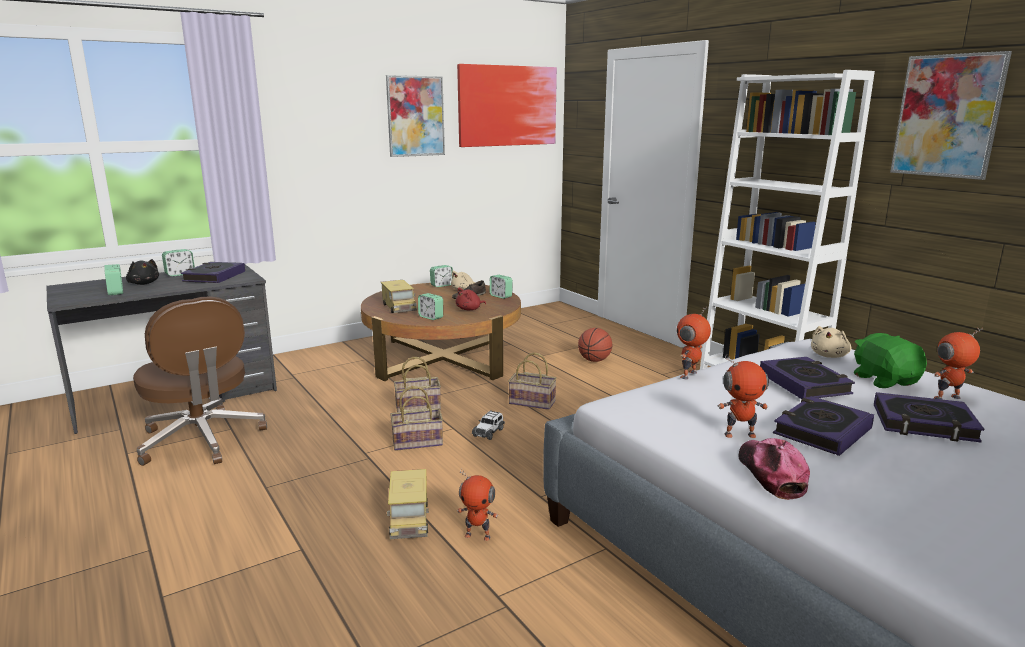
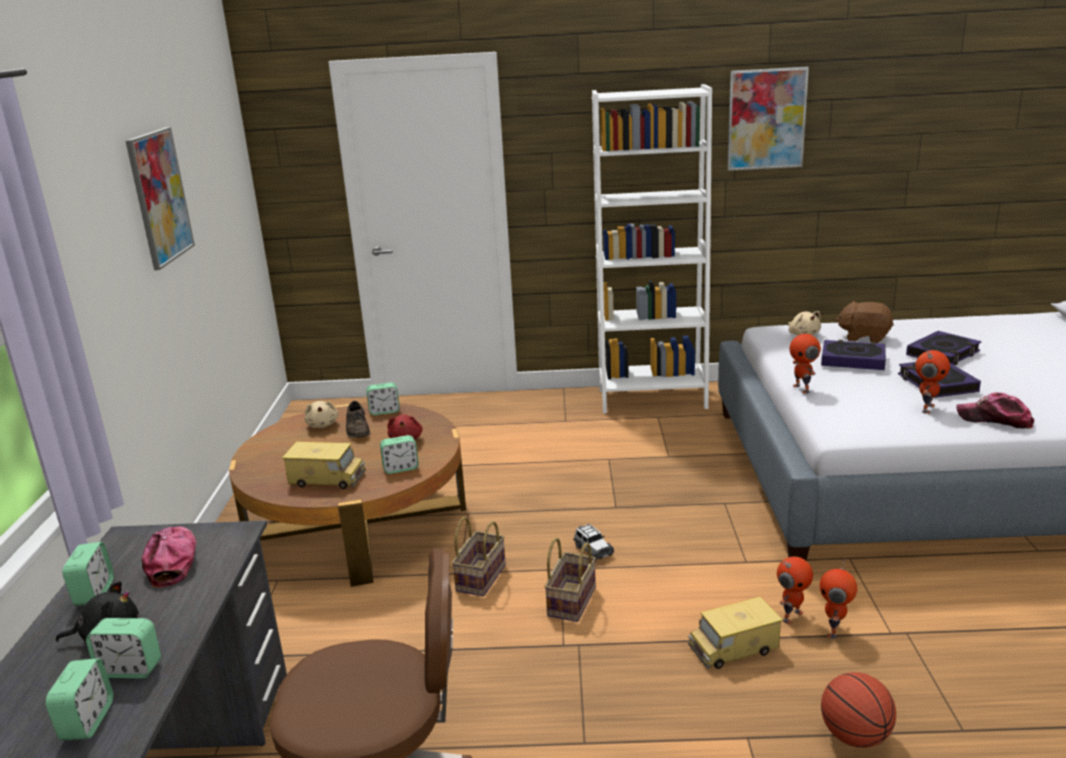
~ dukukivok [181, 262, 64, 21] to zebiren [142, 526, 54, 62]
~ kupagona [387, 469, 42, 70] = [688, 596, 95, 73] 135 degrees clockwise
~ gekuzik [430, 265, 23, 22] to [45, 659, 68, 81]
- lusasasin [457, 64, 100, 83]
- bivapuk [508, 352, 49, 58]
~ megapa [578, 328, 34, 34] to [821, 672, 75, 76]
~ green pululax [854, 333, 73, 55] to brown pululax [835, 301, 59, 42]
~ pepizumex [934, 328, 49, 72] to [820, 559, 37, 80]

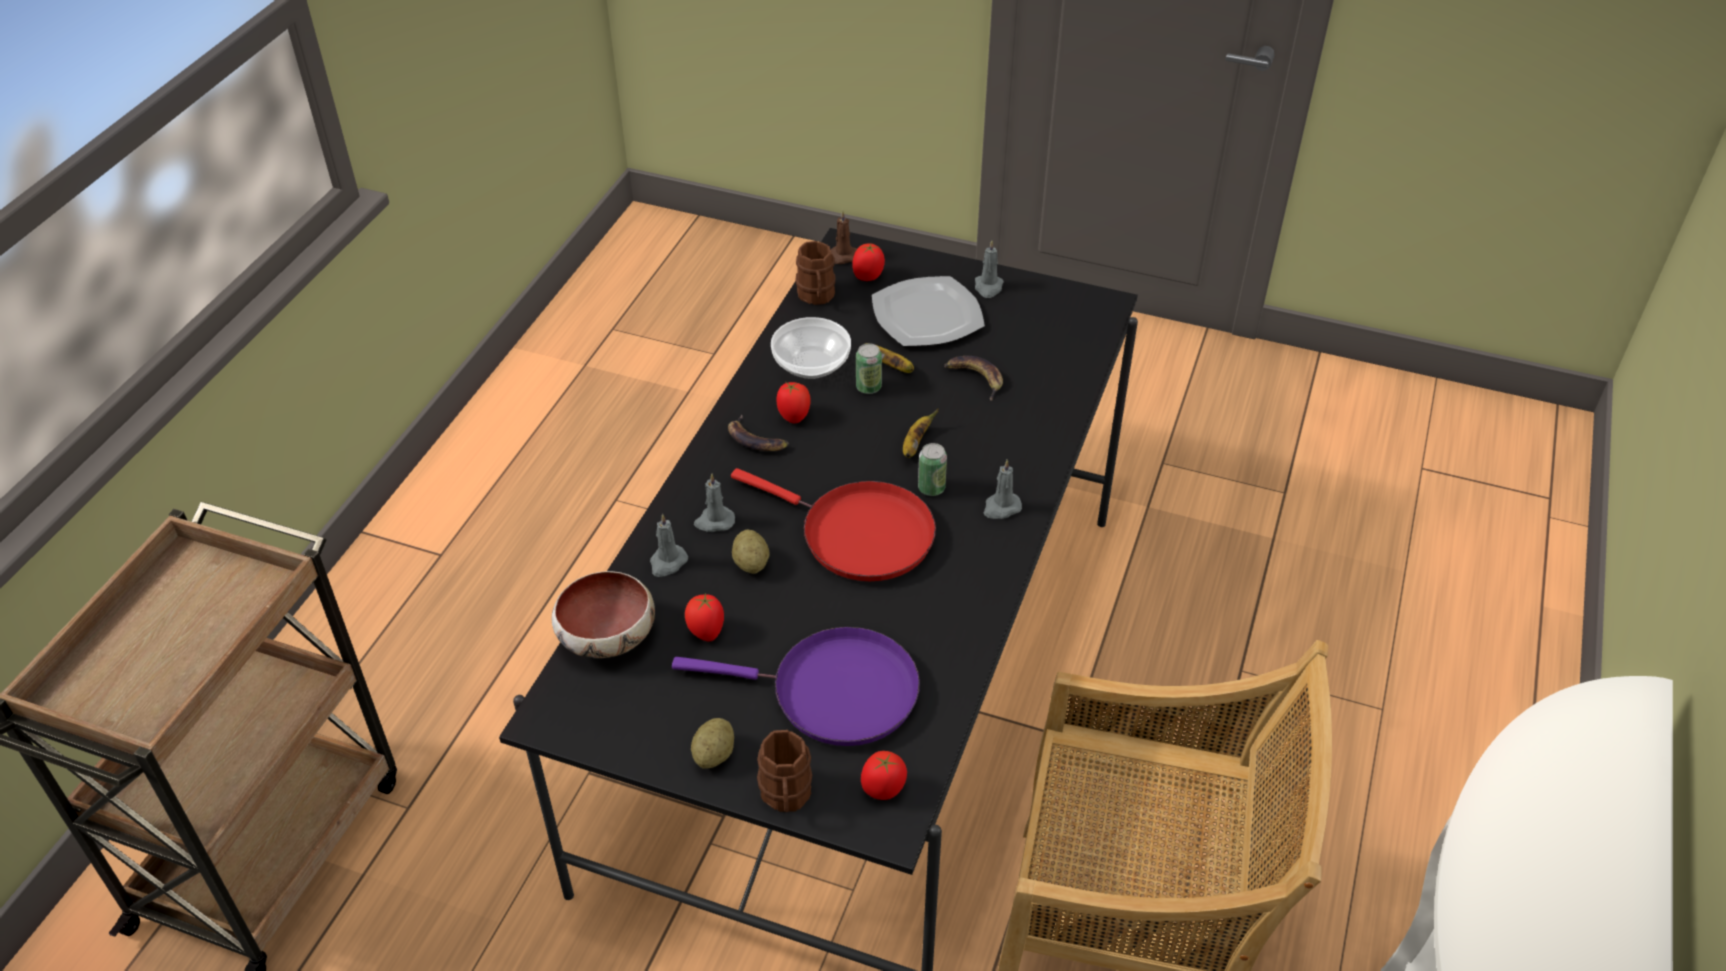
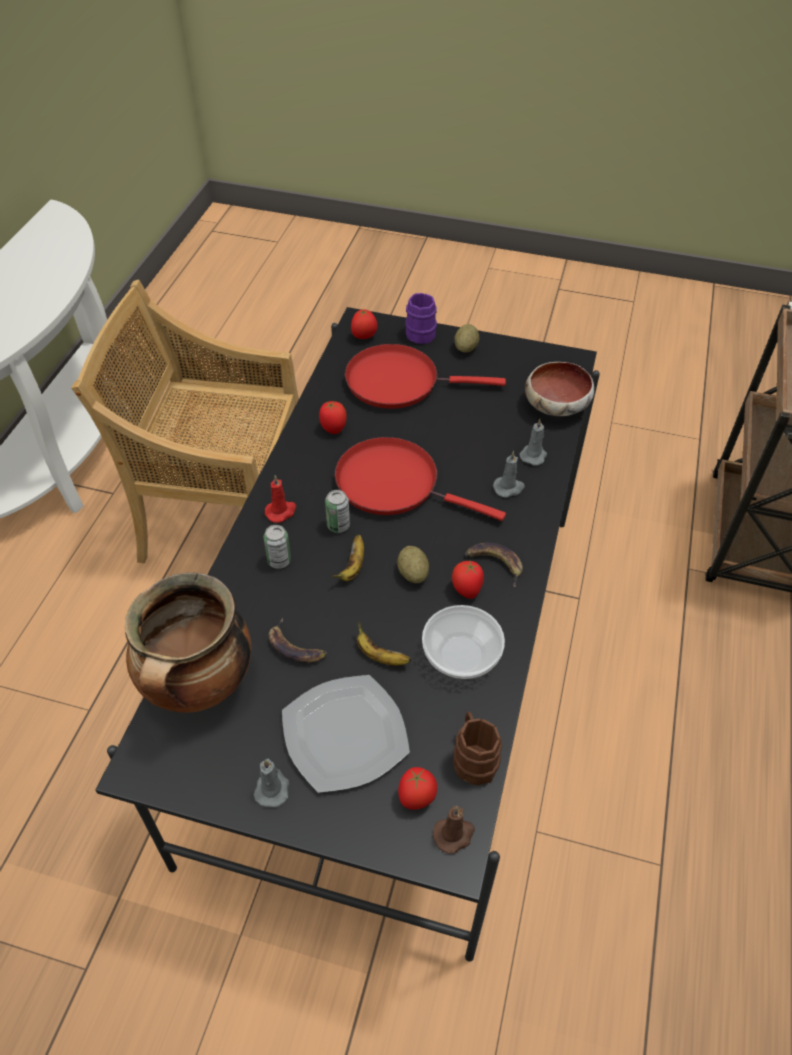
~ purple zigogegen [672, 627, 248, 119] to red zigogegen [345, 344, 161, 64]
~ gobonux [685, 593, 39, 49] to [319, 401, 28, 33]
~ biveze [732, 530, 37, 44] to [398, 546, 31, 37]
~ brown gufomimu [757, 730, 55, 82] to purple gufomimu [405, 293, 32, 51]
~ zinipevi [856, 343, 26, 51] to [264, 525, 27, 44]
~ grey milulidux [984, 459, 38, 60] to red milulidux [265, 475, 31, 48]
+ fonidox [125, 573, 127, 140]

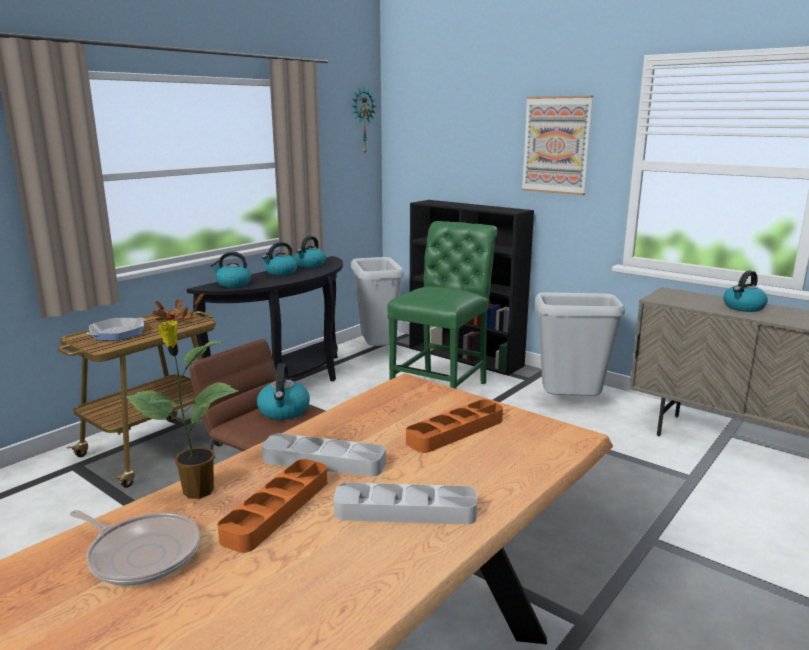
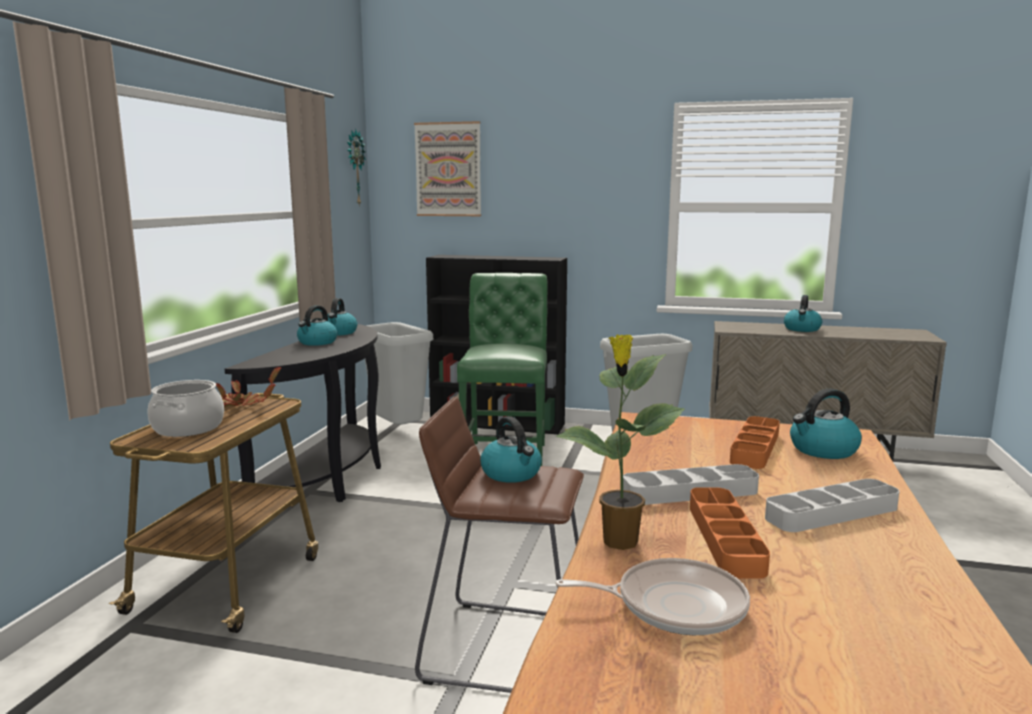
~ zigogegen [86, 318, 59, 23] to fonidox [148, 380, 76, 57]
~ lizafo [210, 252, 41, 35] to [790, 389, 72, 70]
~ lusasasin [521, 96, 72, 99] to [414, 121, 67, 95]

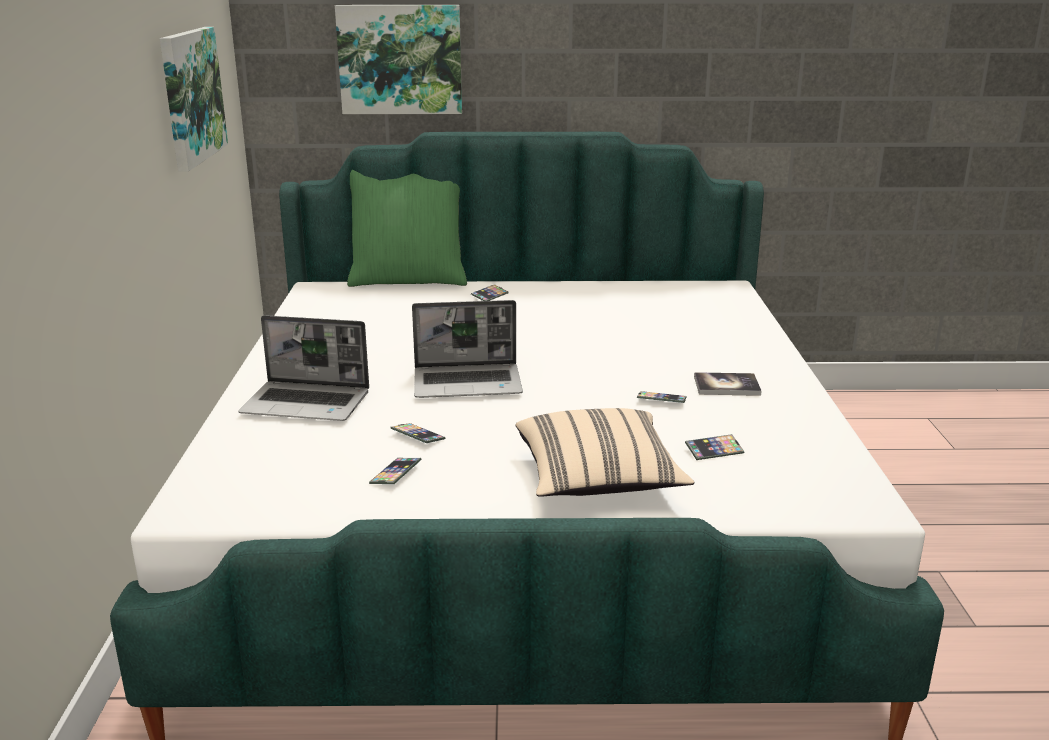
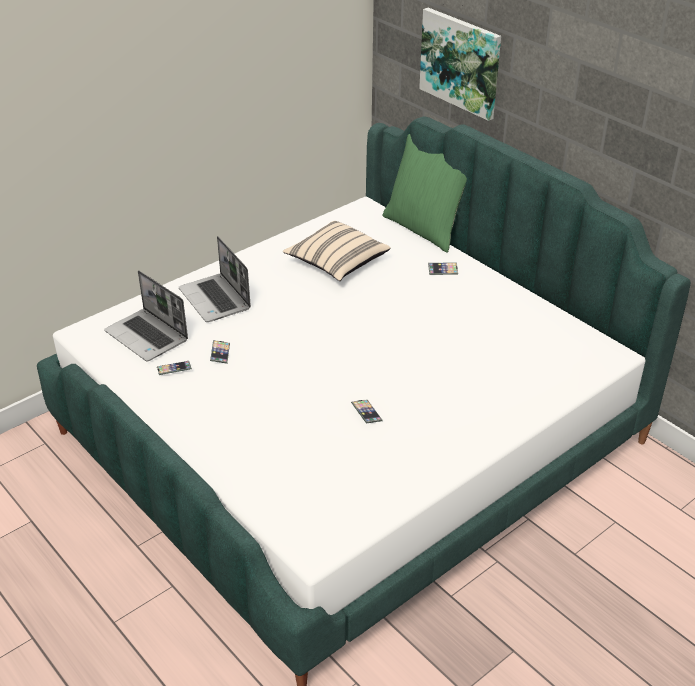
- lusasasin [160, 27, 68, 145]
~ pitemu [412, 300, 111, 98] to [104, 270, 84, 91]
~ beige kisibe [515, 408, 179, 89] to [283, 221, 108, 60]
- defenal [685, 434, 60, 26]
- dukukivok [694, 372, 68, 24]

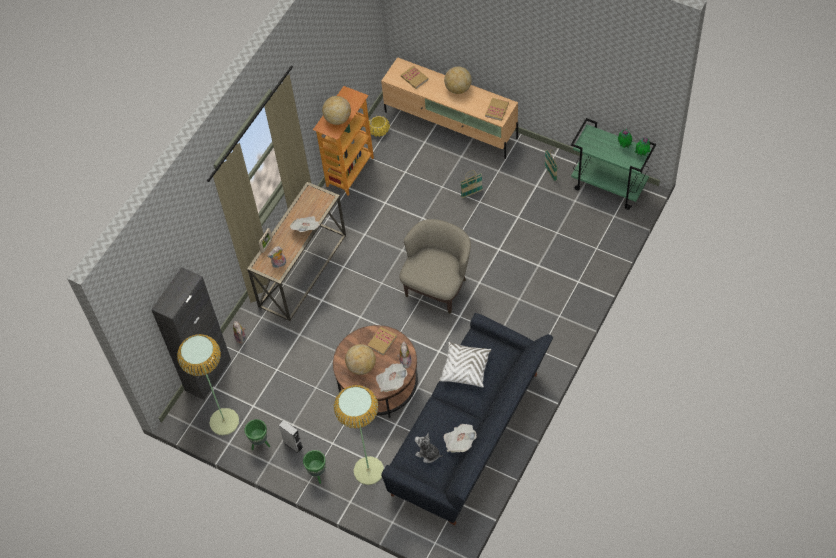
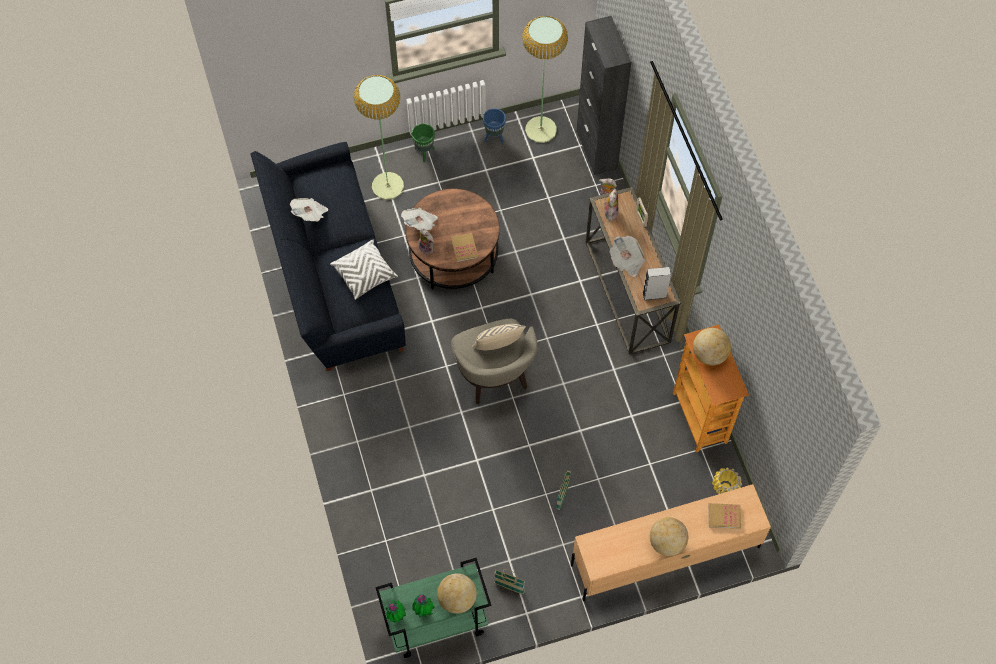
~ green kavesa [244, 419, 26, 31] to blue kavesa [483, 108, 23, 35]
~ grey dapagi [279, 420, 24, 33] to [642, 267, 29, 33]
~ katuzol [345, 344, 31, 31] to [437, 573, 40, 41]
- pululax [415, 433, 28, 30]
- dukukivok [485, 98, 24, 23]
+ beige kisibe [472, 324, 54, 26]

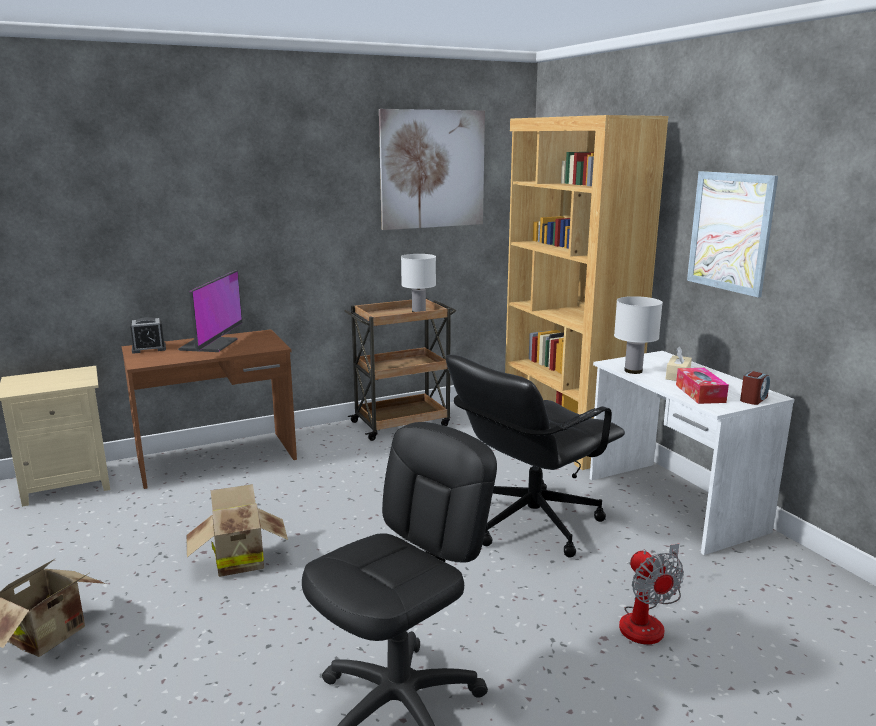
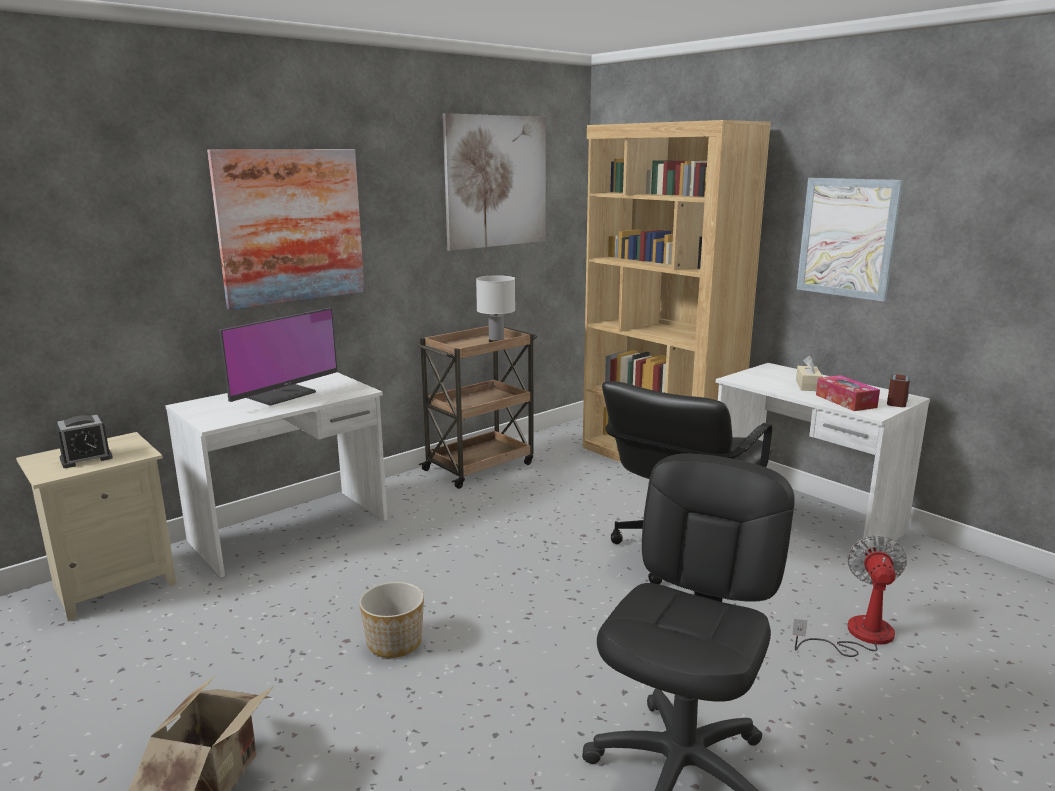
~ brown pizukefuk [122, 329, 175, 160] to white pizukefuk [165, 372, 223, 205]
~ gekuzik [130, 317, 36, 37] to [55, 415, 58, 53]
~ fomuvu [178, 270, 64, 82] = [219, 308, 118, 98] 45 degrees clockwise
~ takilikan [187, 484, 101, 93] to kavesa [359, 582, 65, 76]
- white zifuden [614, 296, 49, 78]
~ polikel [619, 544, 65, 100] = [792, 535, 115, 122] 135 degrees counterclockwise
+ lusasasin [207, 149, 158, 161]

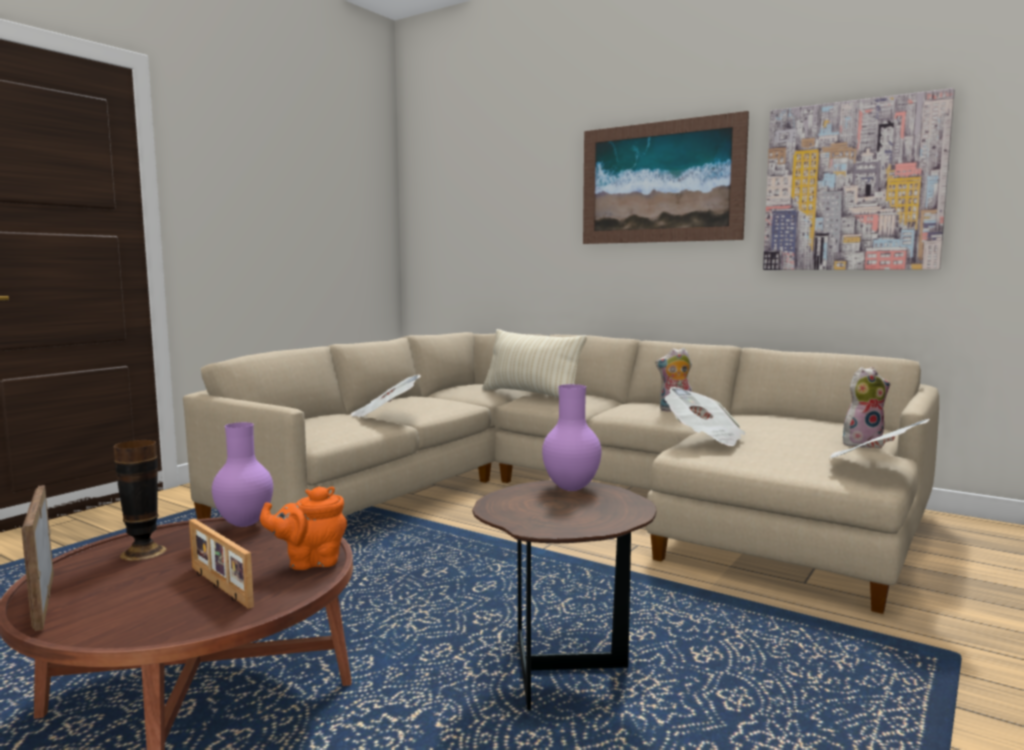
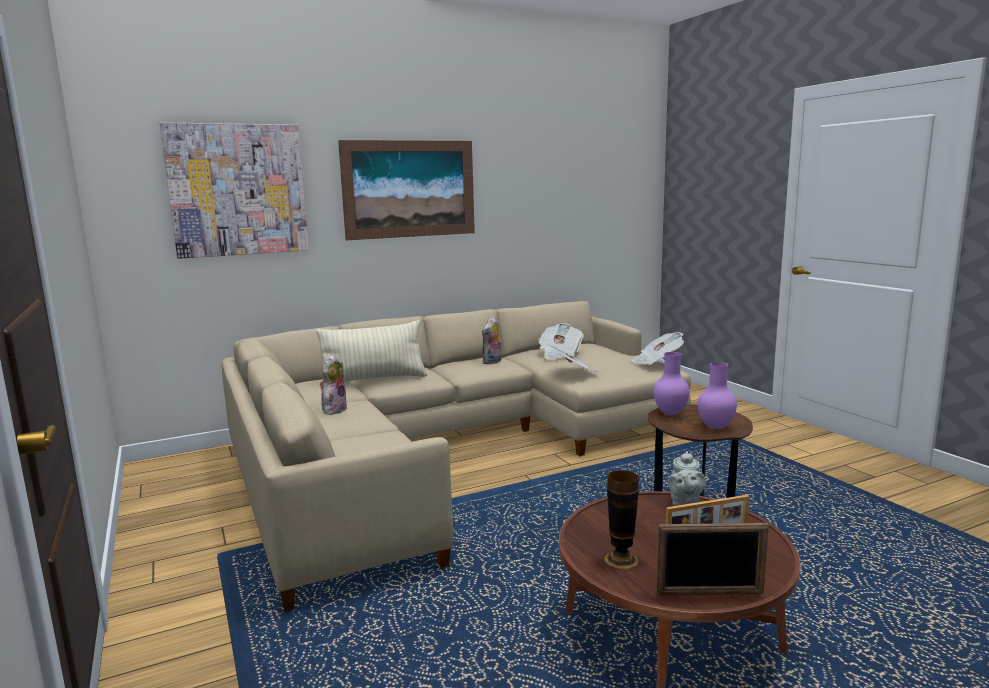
~ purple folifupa [212, 422, 61, 105] to [698, 362, 39, 67]
~ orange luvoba [260, 486, 87, 84] to grey luvoba [667, 451, 39, 55]
~ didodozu [350, 375, 71, 42] to [538, 323, 46, 37]
~ lusasasin [763, 88, 192, 182] to [160, 122, 149, 137]
~ pululax [843, 367, 47, 81] to [320, 354, 27, 61]

